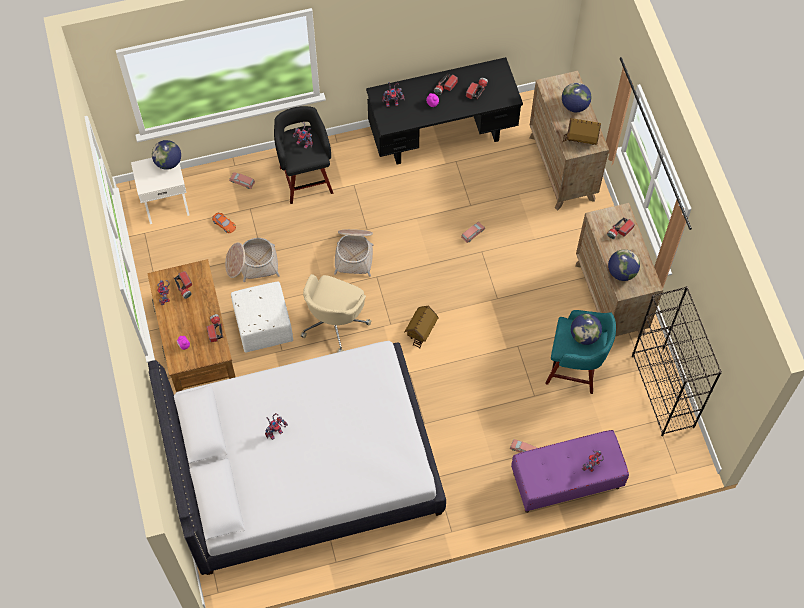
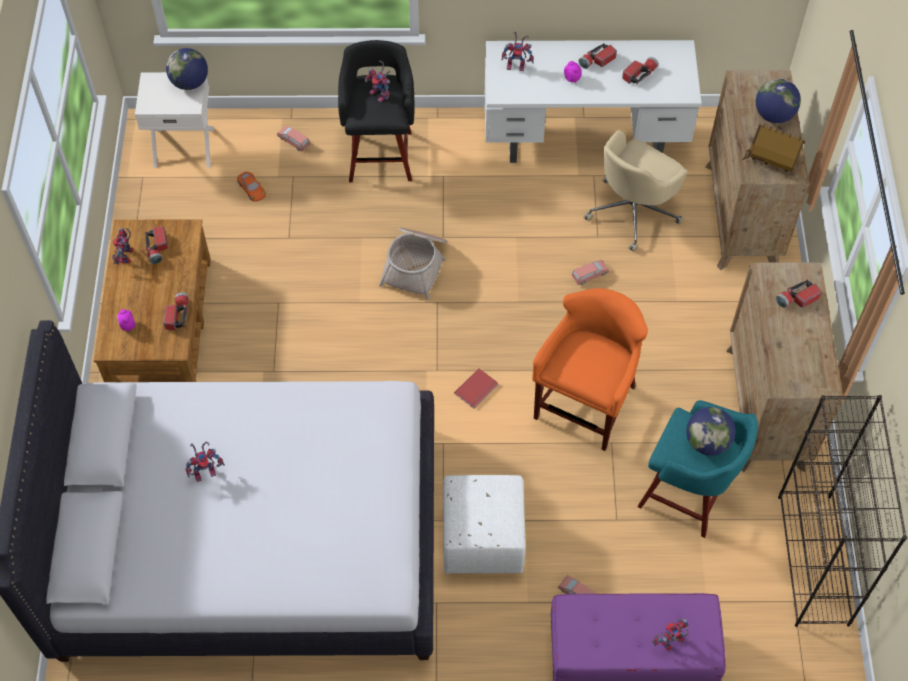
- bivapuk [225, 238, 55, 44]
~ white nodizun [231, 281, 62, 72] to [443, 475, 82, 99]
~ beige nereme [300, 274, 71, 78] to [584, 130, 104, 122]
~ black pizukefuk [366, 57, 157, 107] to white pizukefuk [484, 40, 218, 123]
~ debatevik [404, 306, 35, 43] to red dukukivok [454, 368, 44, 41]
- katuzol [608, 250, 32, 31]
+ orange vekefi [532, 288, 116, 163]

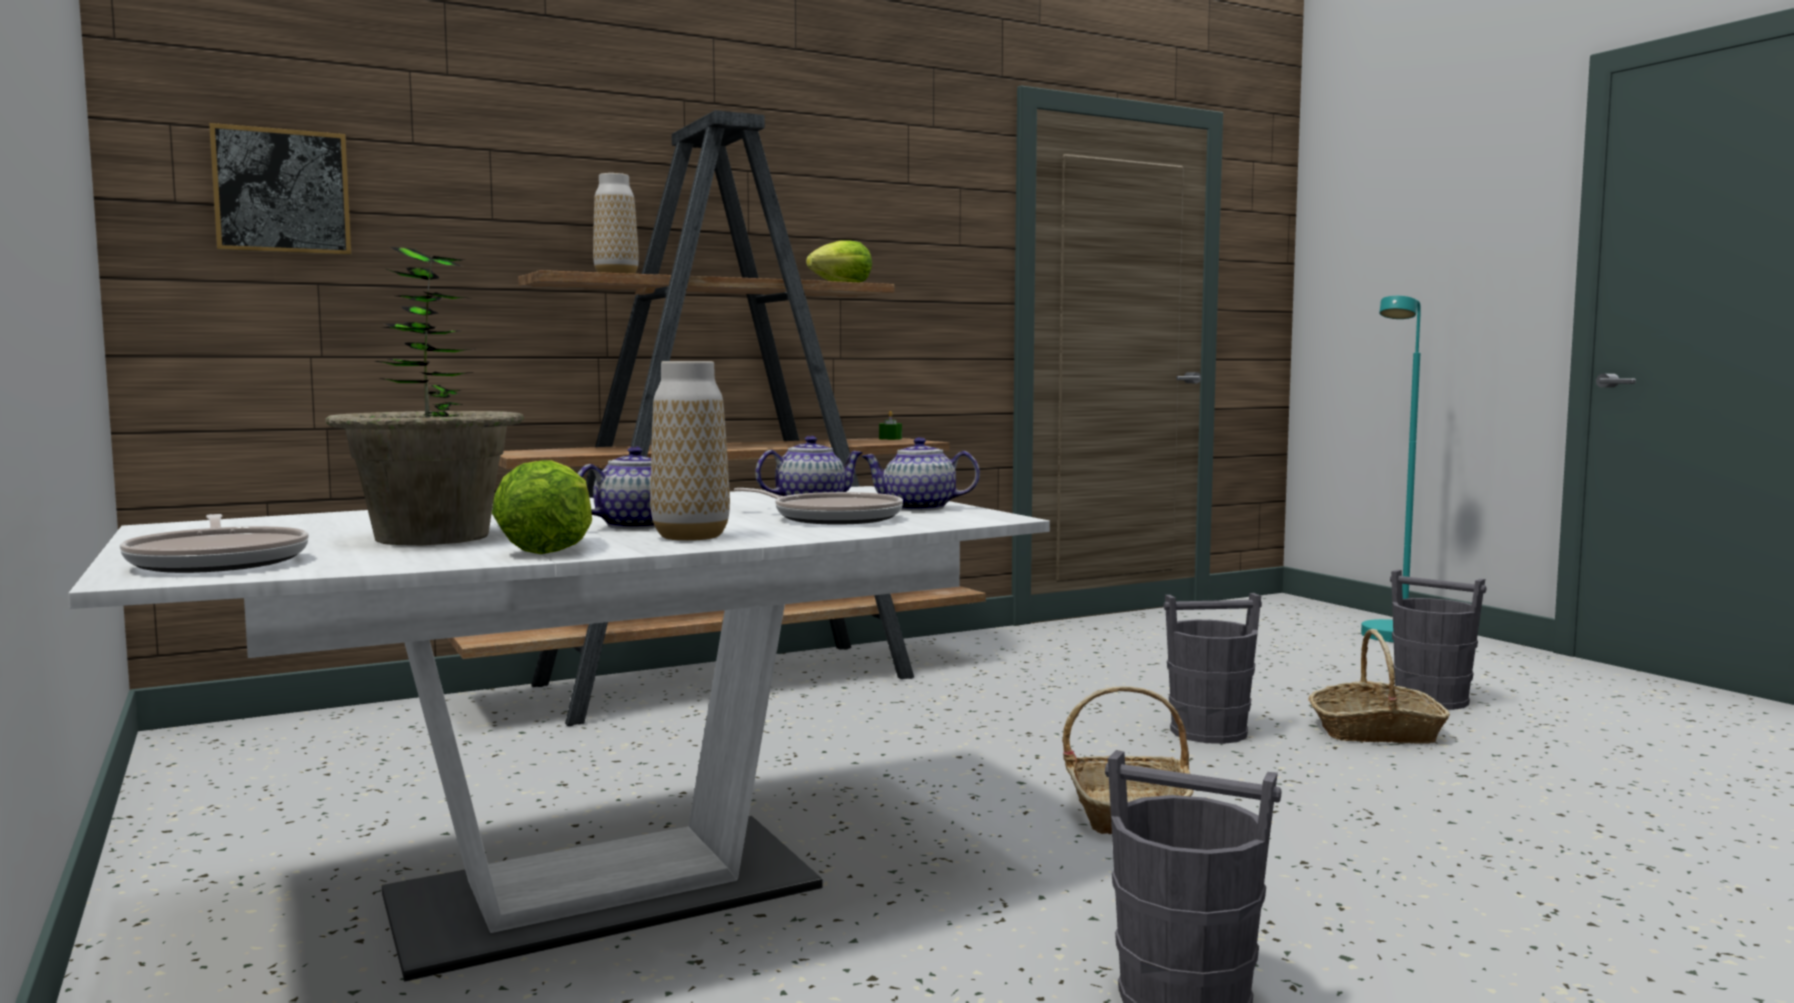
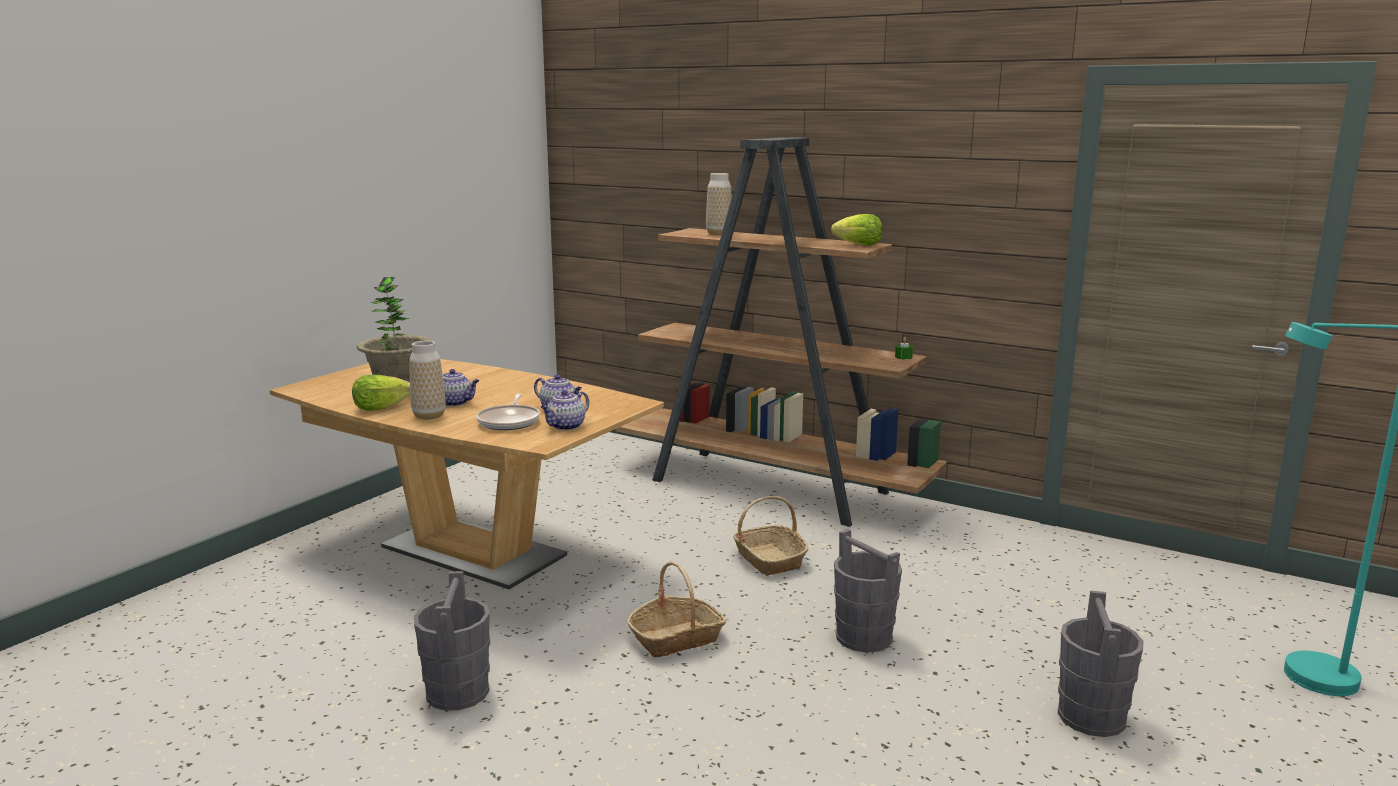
~ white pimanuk [68, 486, 982, 495] to brown pimanuk [270, 359, 394, 230]
- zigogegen [120, 514, 189, 59]
- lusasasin [209, 123, 142, 132]
~ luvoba [861, 437, 119, 74] = [541, 390, 48, 40] 120 degrees counterclockwise
~ bivapuk [1308, 629, 142, 115] to [733, 496, 75, 79]

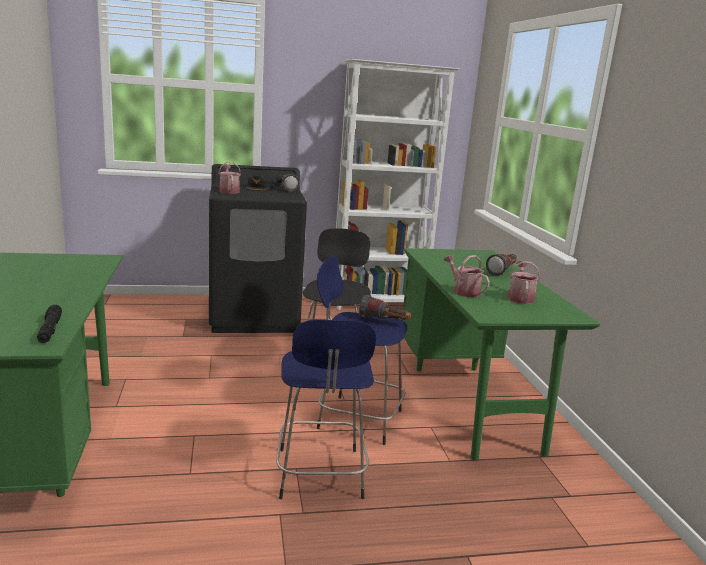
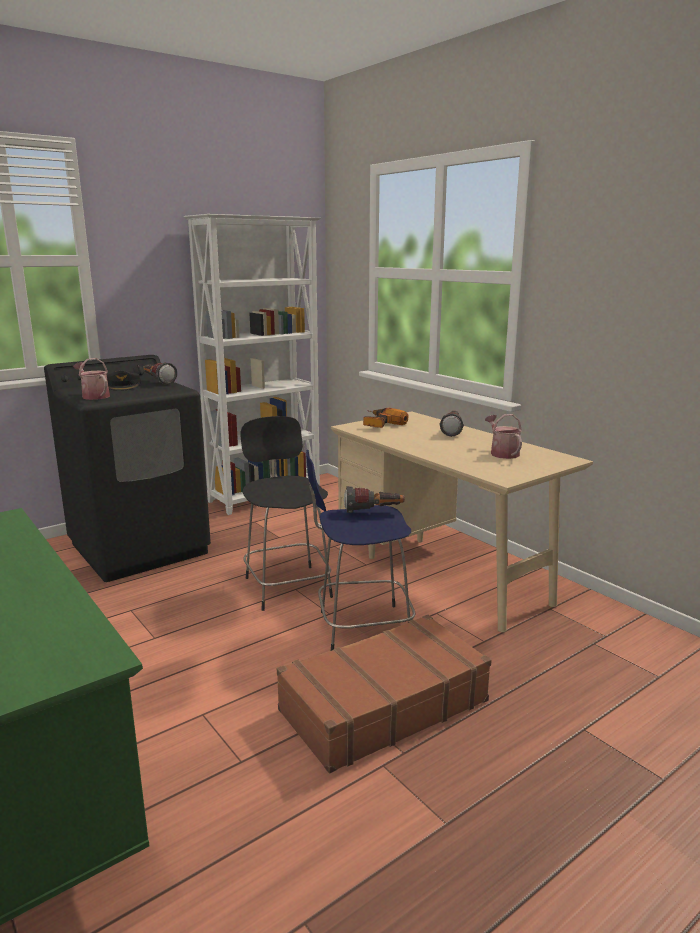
- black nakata [37, 305, 25, 38]
~ blue vekefi [276, 319, 100, 180] to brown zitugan [277, 615, 215, 158]
~ green pizukefuk [402, 248, 198, 212] to beige pizukefuk [331, 411, 262, 221]
- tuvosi [444, 255, 46, 42]
+ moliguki [363, 407, 45, 21]

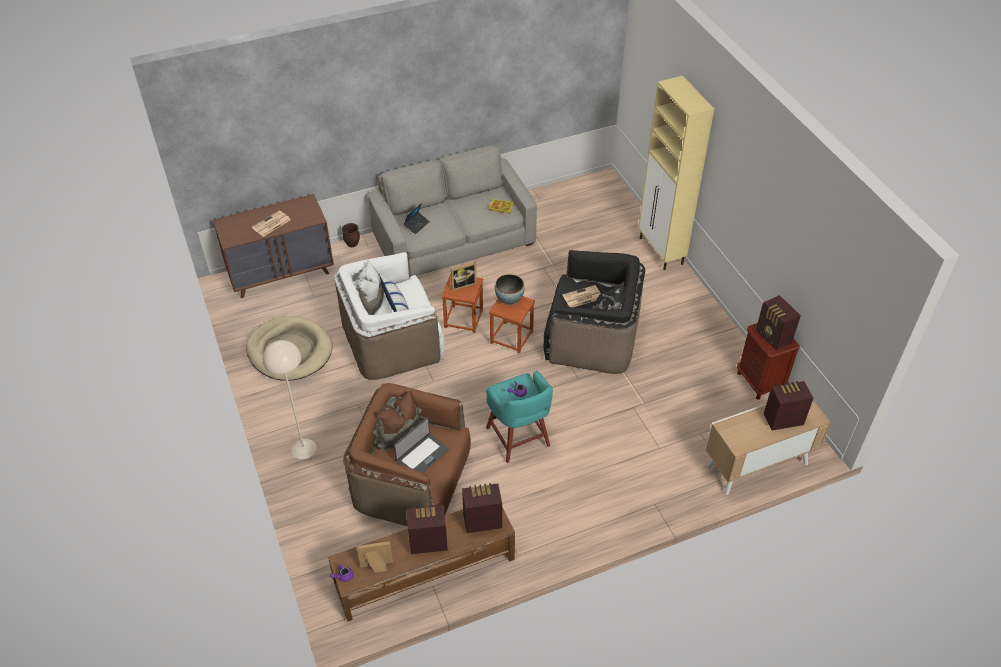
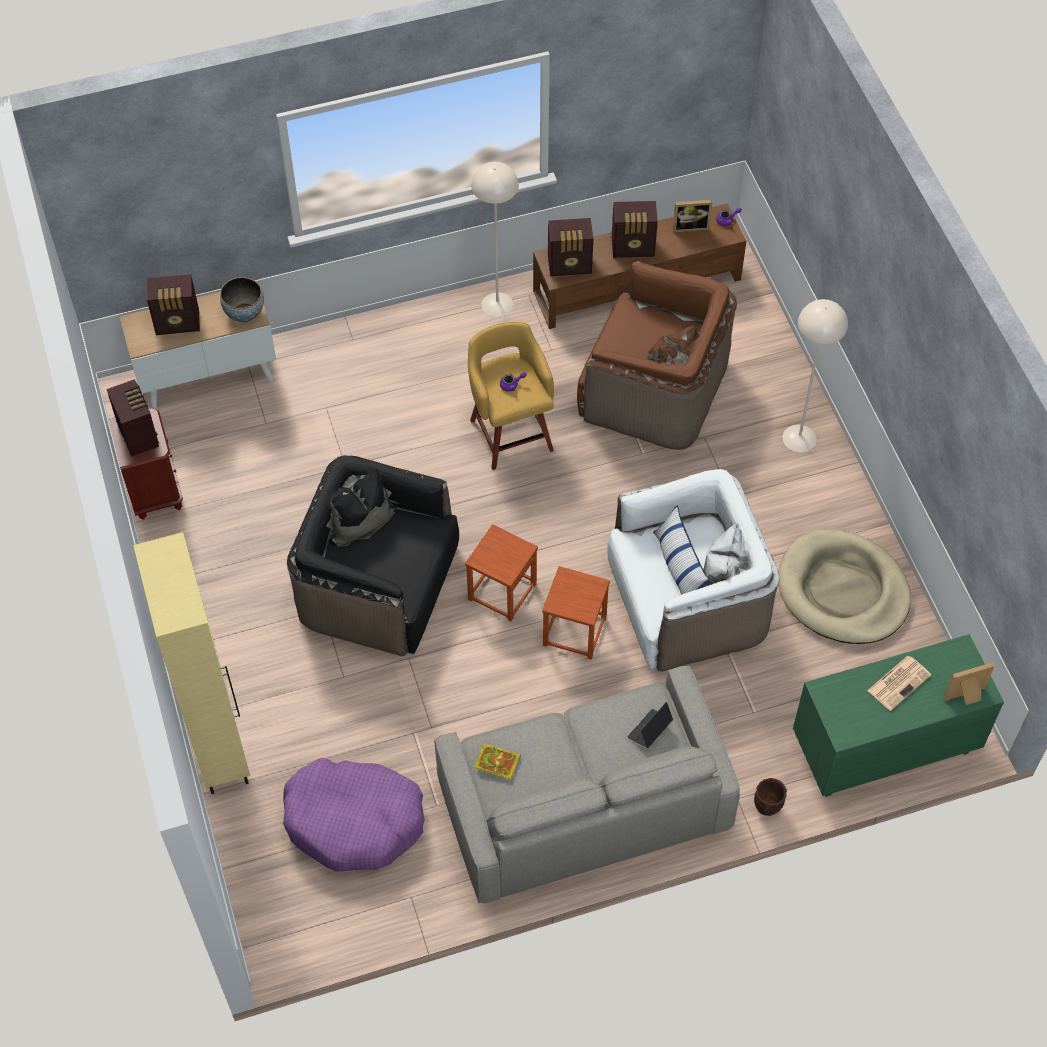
~ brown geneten [213, 194, 121, 104] to green geneten [793, 634, 211, 163]
- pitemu [394, 417, 55, 56]
~ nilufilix [450, 262, 27, 29] to [943, 662, 51, 43]
~ turquoise vekefi [486, 371, 67, 92] to yellow vekefi [468, 322, 86, 148]
~ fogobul [495, 274, 30, 31] to [220, 277, 44, 46]
- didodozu [563, 285, 38, 22]
+ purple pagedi [283, 758, 142, 113]
+ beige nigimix [471, 162, 48, 156]

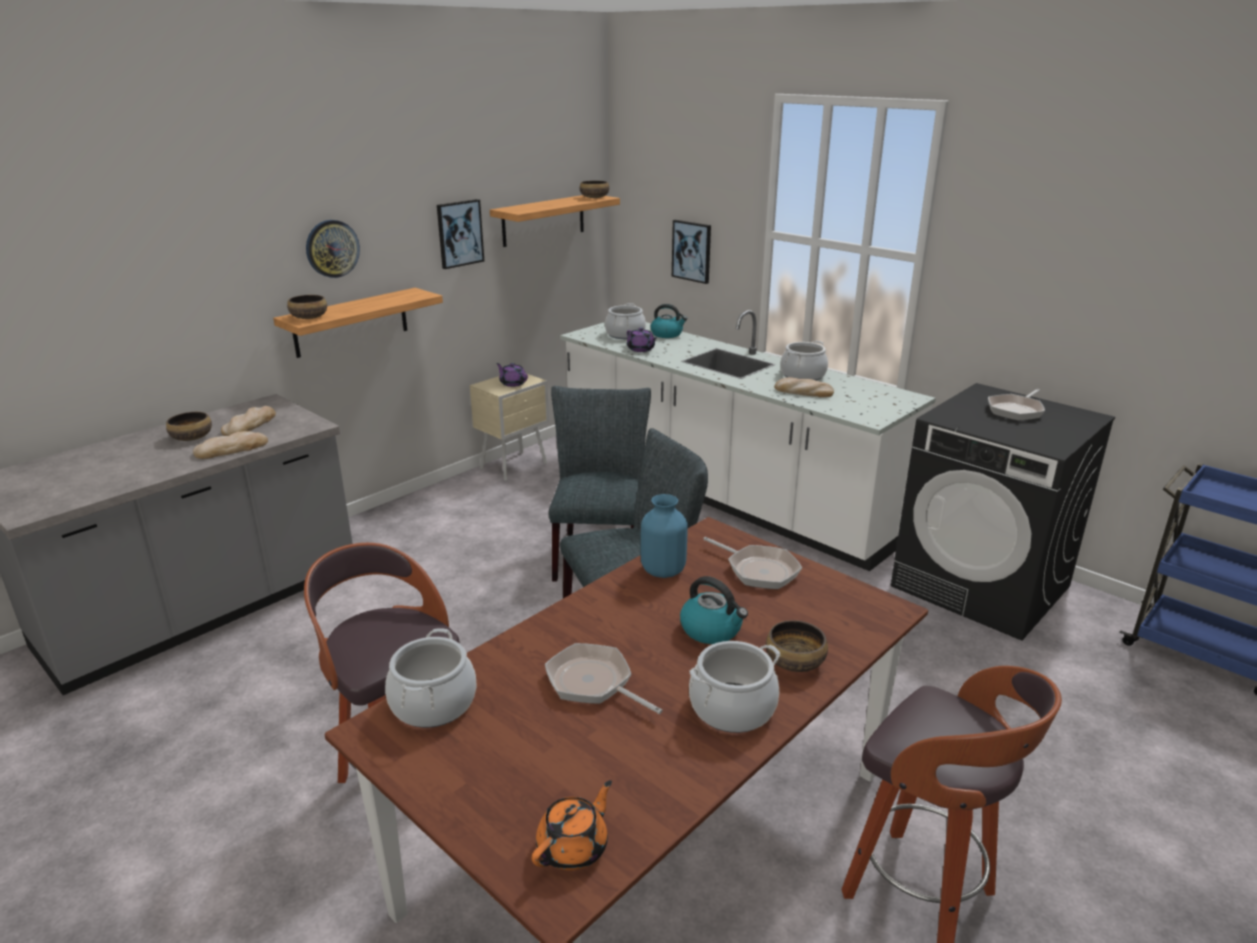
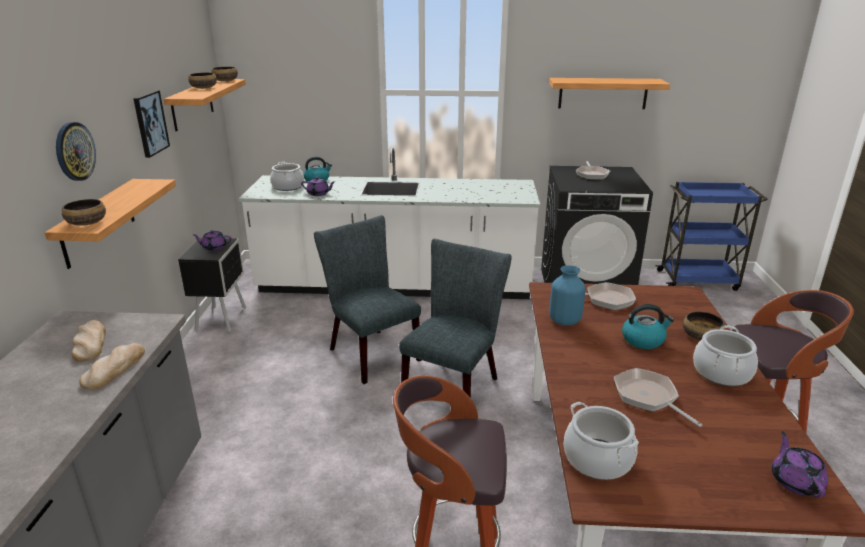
~ fogobul [166, 412, 46, 29] to [188, 72, 29, 17]
~ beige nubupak [470, 373, 79, 108] to black nubupak [178, 238, 68, 94]
~ orange luvoba [531, 780, 81, 91] to purple luvoba [772, 431, 56, 67]
~ zigogegen [545, 643, 118, 71] = [614, 368, 88, 59] 60 degrees clockwise
- lusasasin [672, 220, 39, 64]
- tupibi [774, 377, 60, 20]
- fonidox [780, 341, 48, 39]
+ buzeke [549, 78, 121, 31]

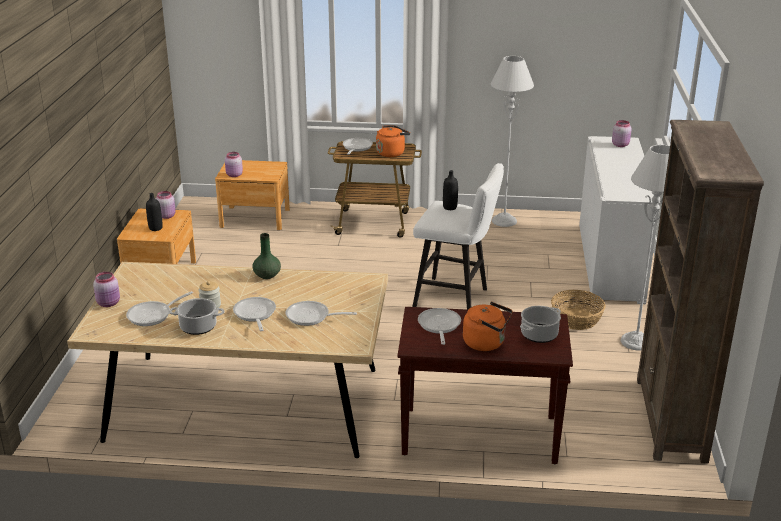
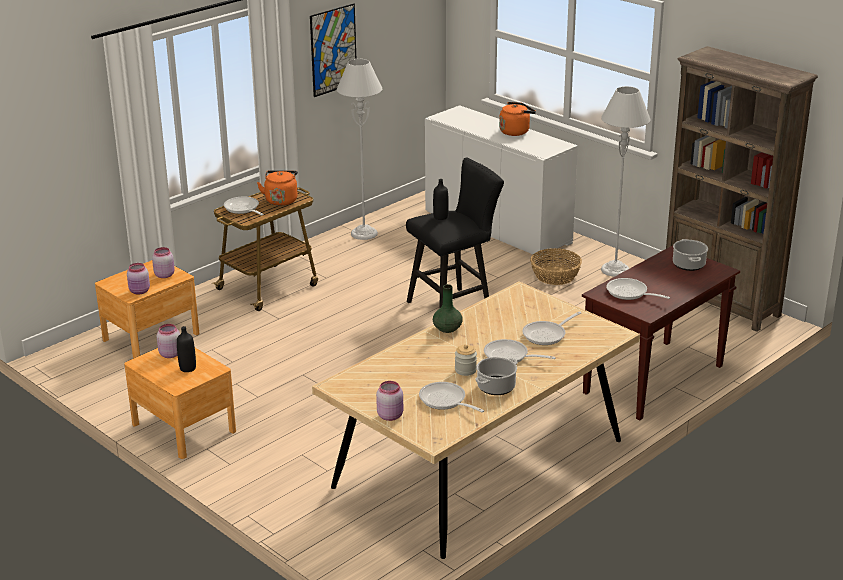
~ zigogegen [126, 291, 67, 35] = [419, 382, 65, 30] 135 degrees clockwise
~ white vekefi [412, 163, 92, 147] to black vekefi [406, 157, 98, 152]
~ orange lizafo [463, 302, 50, 49] to [499, 102, 37, 34]
~ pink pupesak [612, 120, 19, 27] to [152, 247, 23, 31]
+ lusasasin [310, 4, 46, 93]

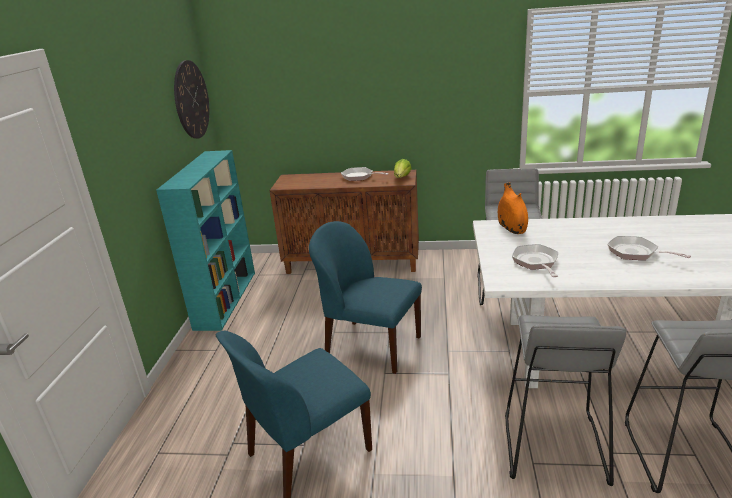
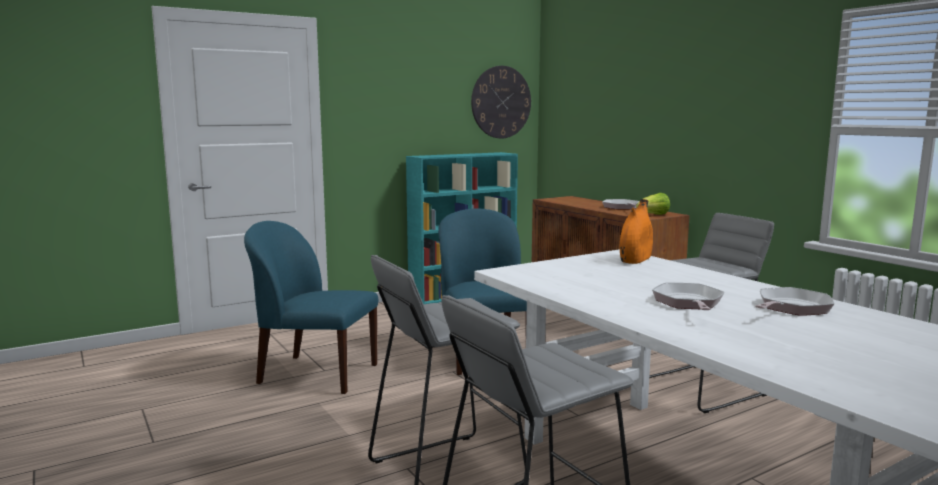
~ zigogegen [512, 244, 46, 33] to [755, 287, 79, 29]

